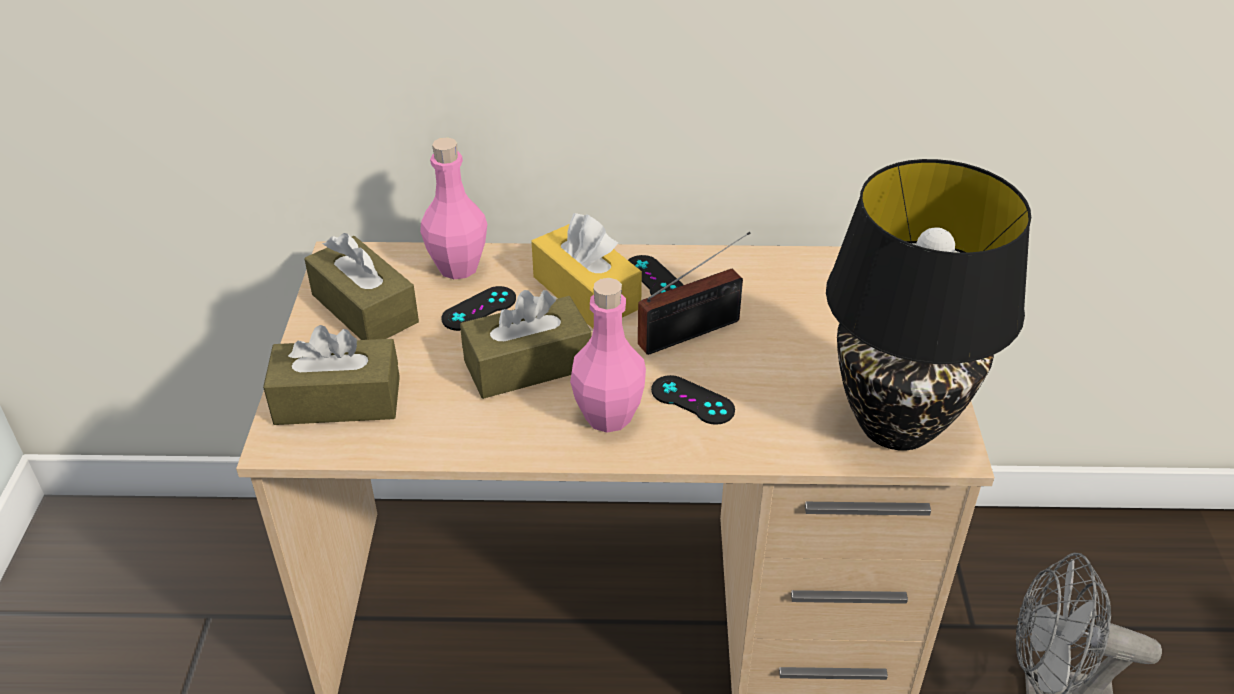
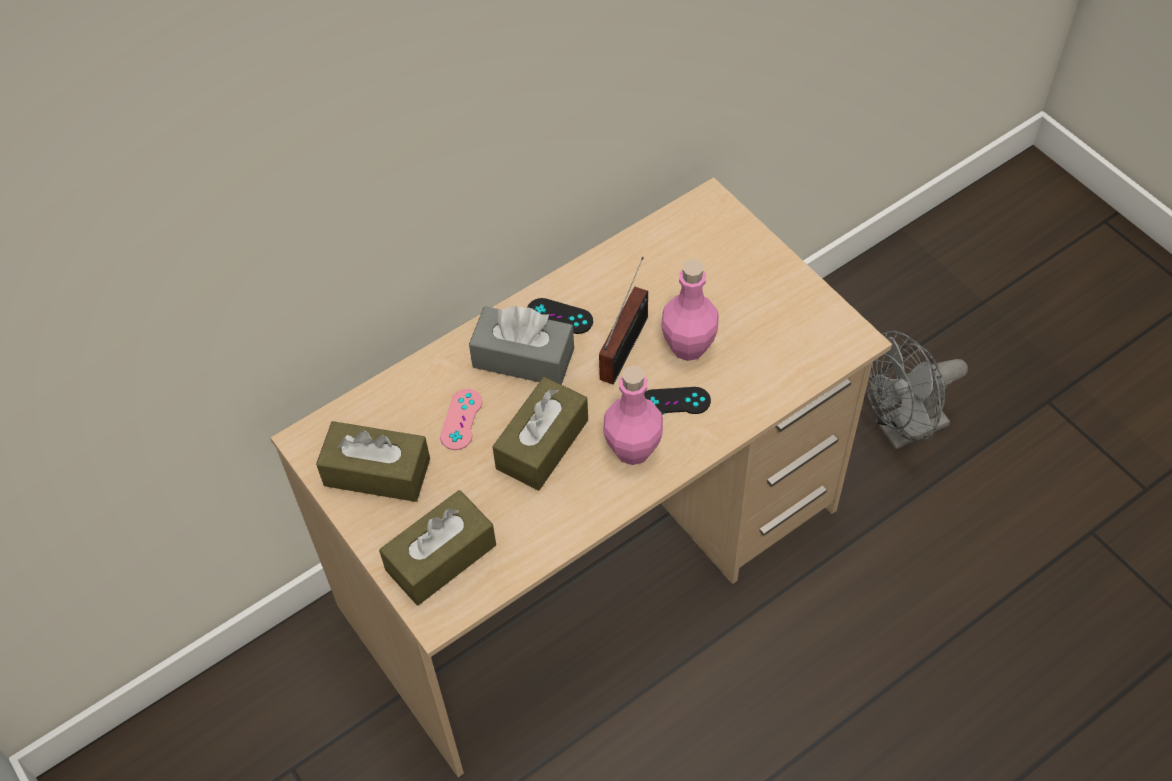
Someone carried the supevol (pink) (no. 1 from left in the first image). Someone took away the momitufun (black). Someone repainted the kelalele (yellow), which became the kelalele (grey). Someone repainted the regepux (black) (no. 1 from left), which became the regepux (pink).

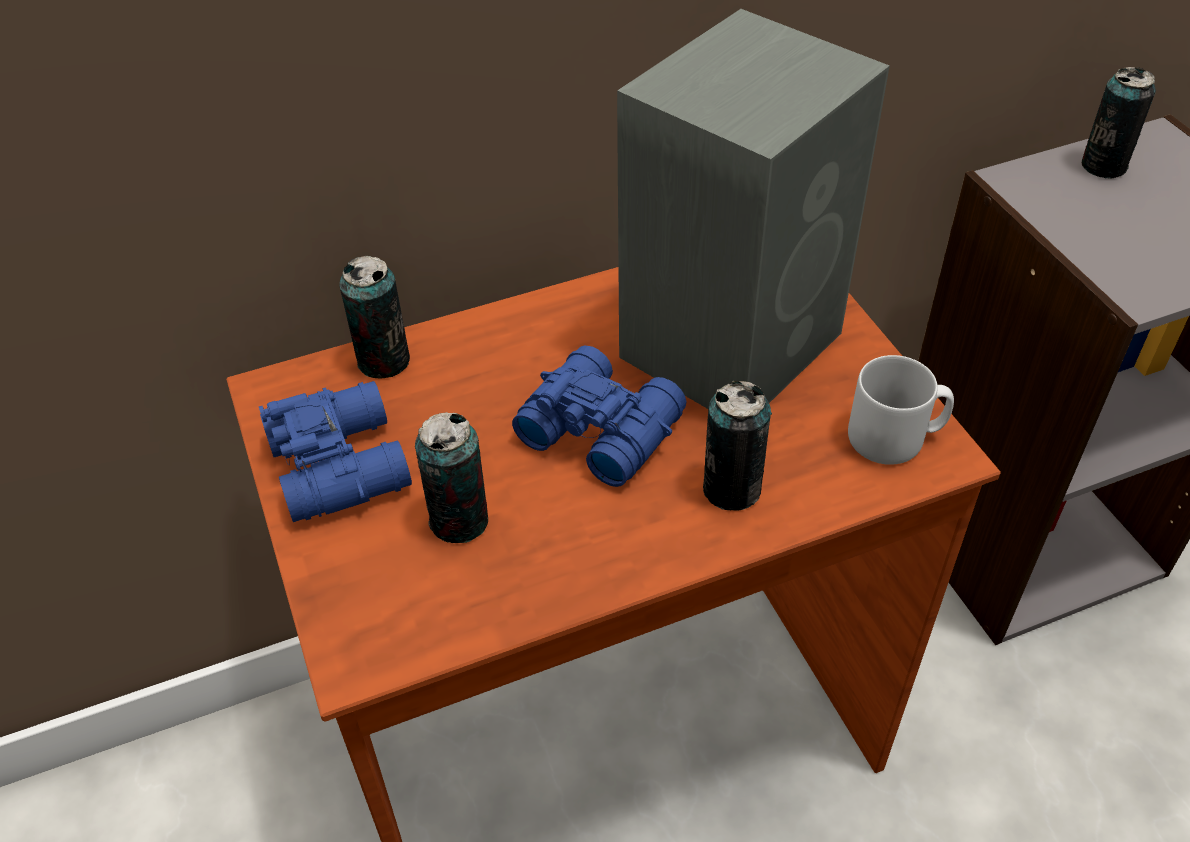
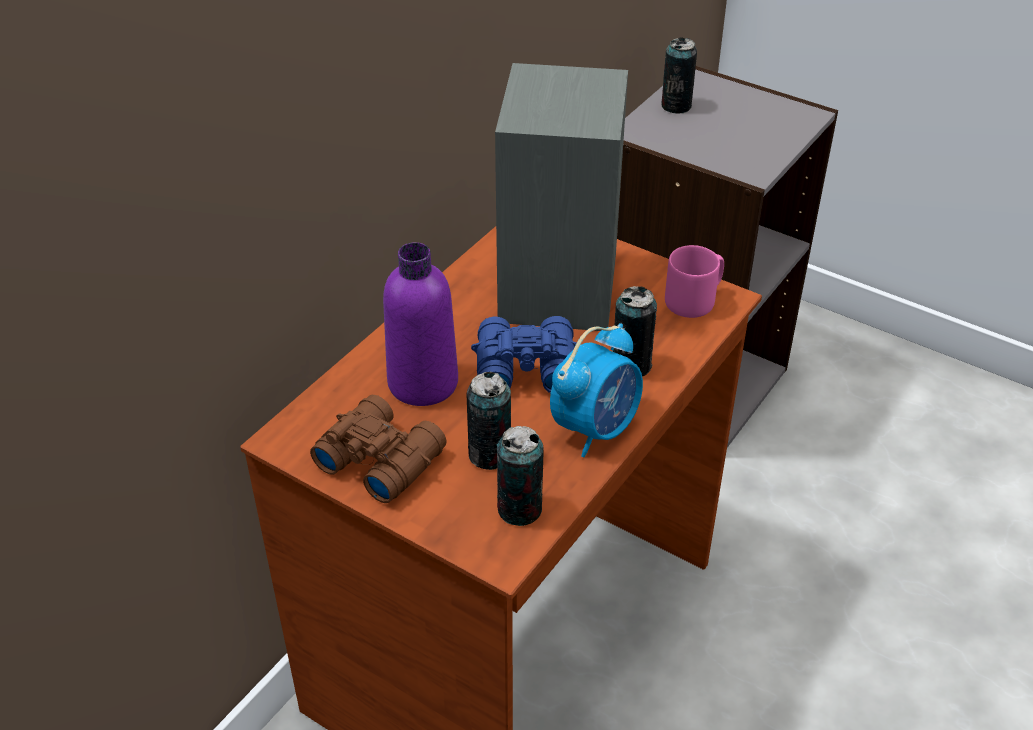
Someone carried the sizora (no. 1 from left in the first image). Someone repainted the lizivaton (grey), which became the lizivaton (pink). Someone repainted the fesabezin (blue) (no. 1 from left), which became the fesabezin (brown). Someone put down the supevol (purple). Someone put down the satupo.

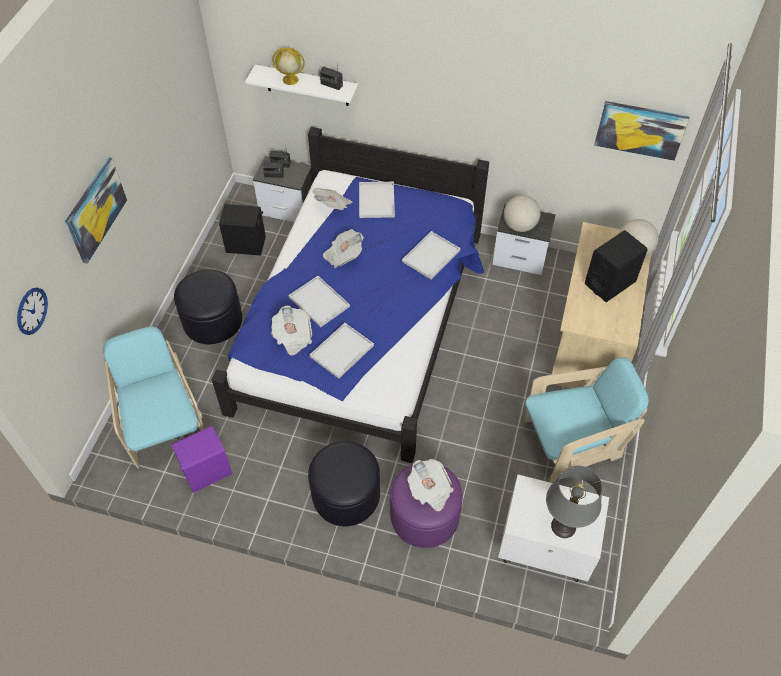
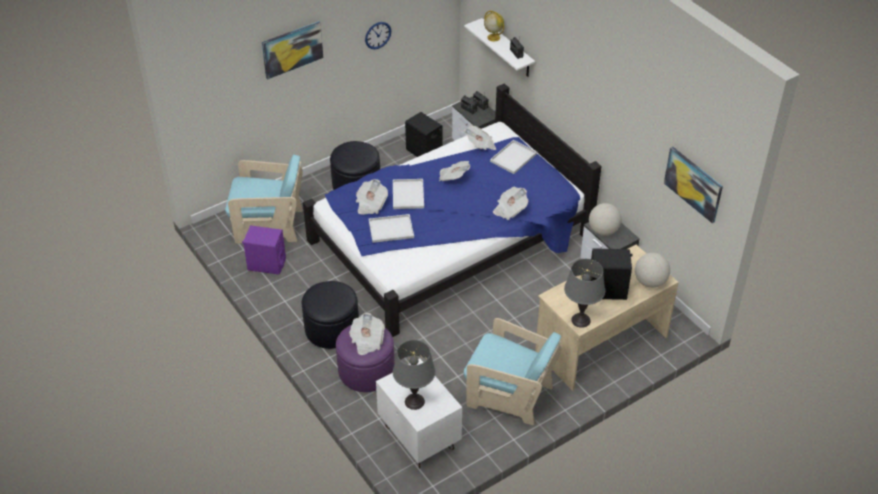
Someone swapped the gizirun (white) (no. 4 from left) for the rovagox (no. 5 from left). Someone carried the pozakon. Someone rotated the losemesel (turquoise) (no. 1 from left) by 75 degrees clockwise. Someone put down the momitufun (grey) (no. 2 from left).

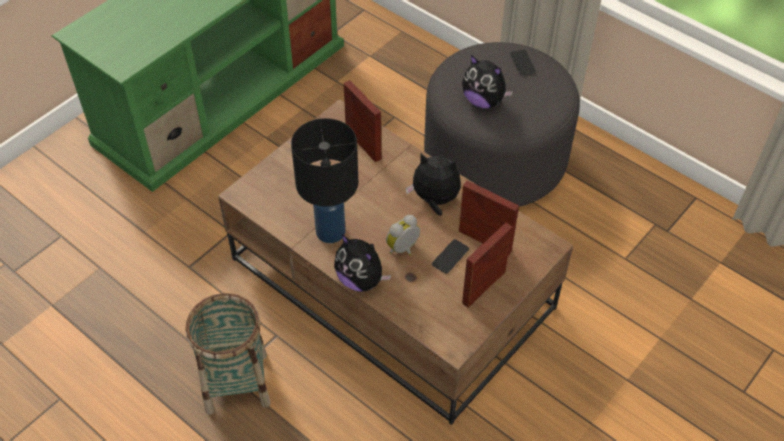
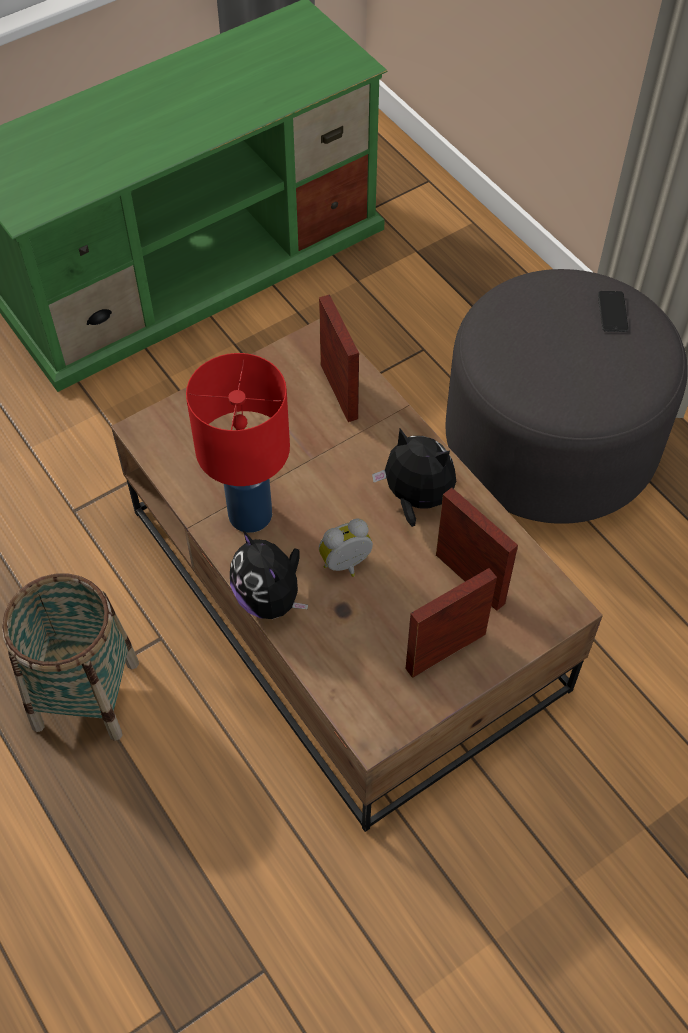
Someone took away the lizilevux (no. 3 from left). Someone repainted the momitufun (black), which became the momitufun (red). Someone took away the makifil (no. 1 from left).

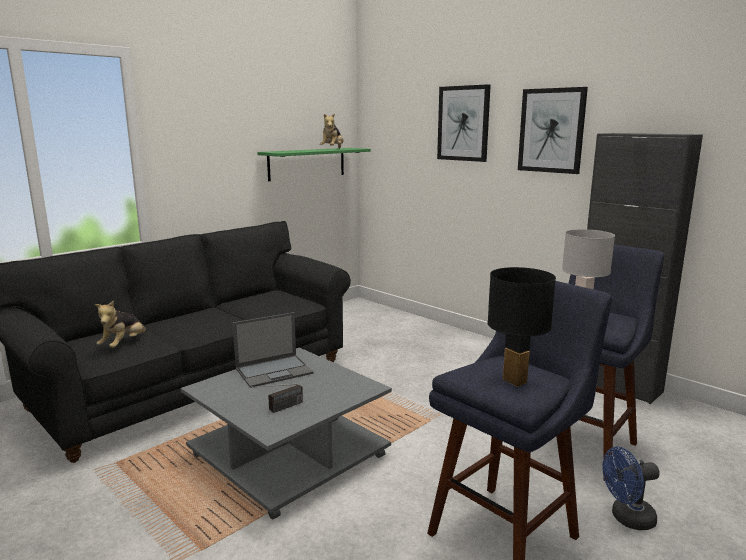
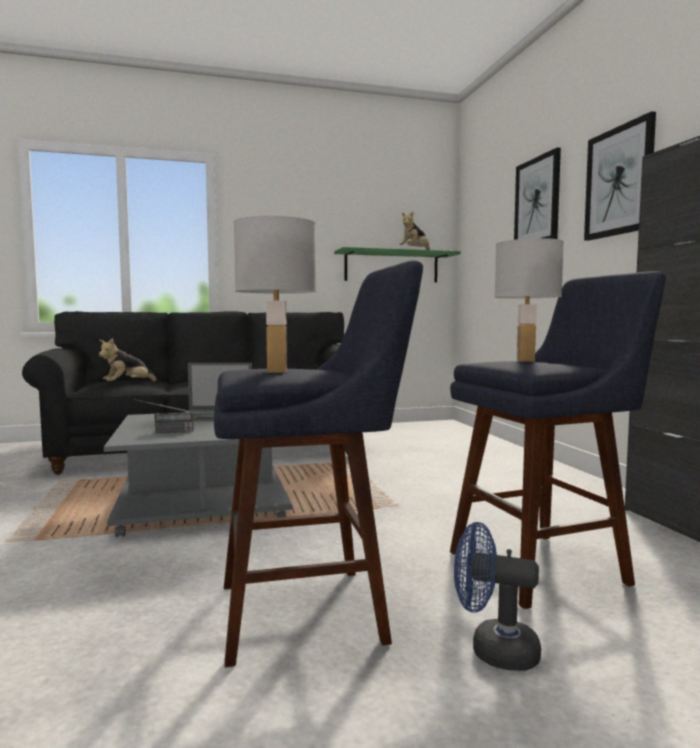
Someone repainted the momitufun (black), which became the momitufun (white) (no. 1 from left).

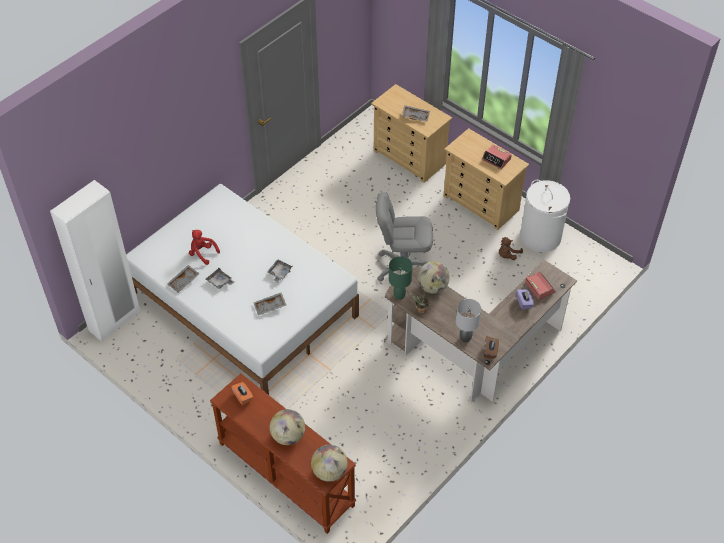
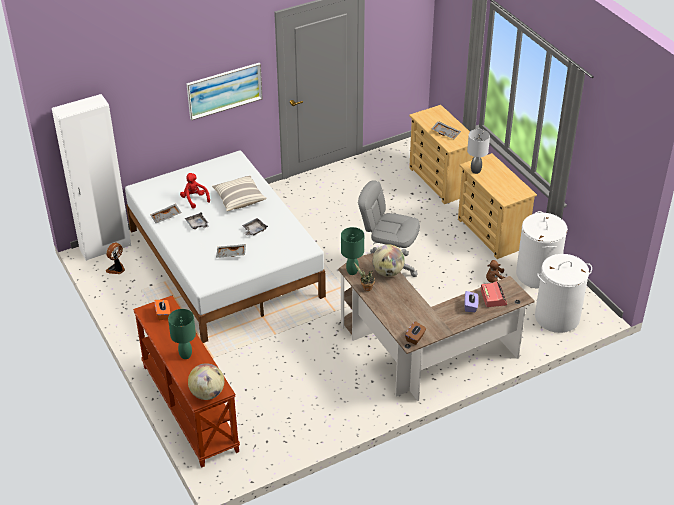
Someone took away the satupo (no. 1 from left). Someone carried the momitufun (grey). Someone swapped the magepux (no. 1 from left) for the momitufun (green) (no. 1 from left). Someone put up the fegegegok. Someone put down the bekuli. Someone put down the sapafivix. Someone put down the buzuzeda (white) (no. 2 from left).

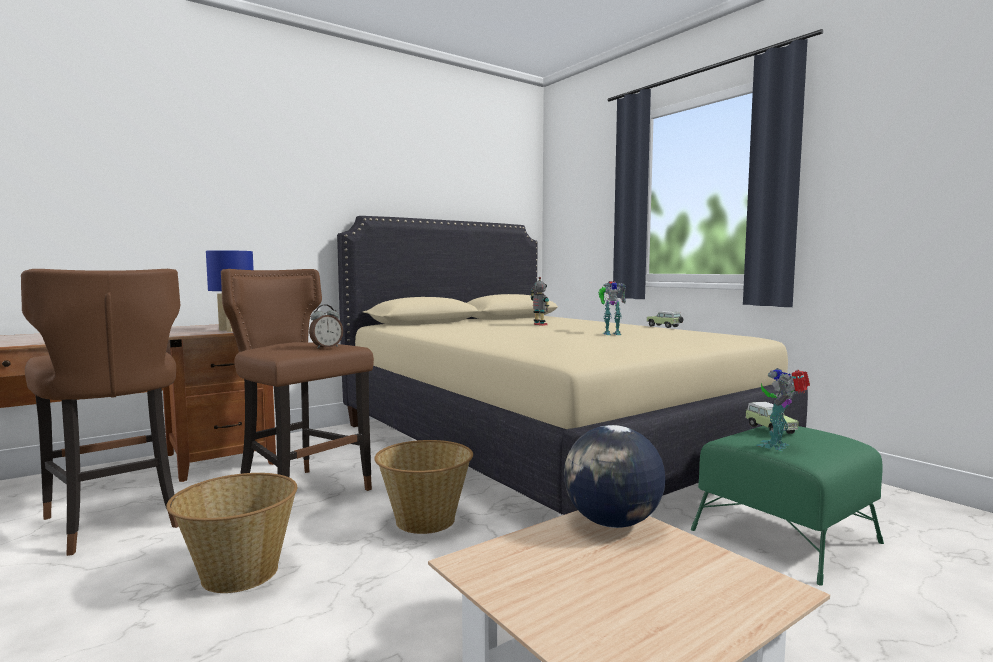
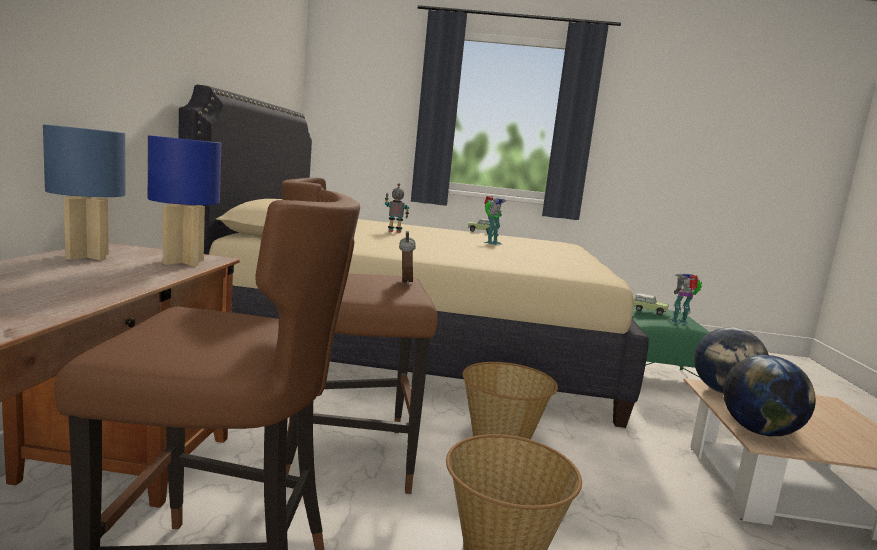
Someone rotated the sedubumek (no. 3 from left) by 90 degrees clockwise. Someone put down the momitufun (blue) (no. 1 from left). Someone put down the magepux (no. 2 from left).

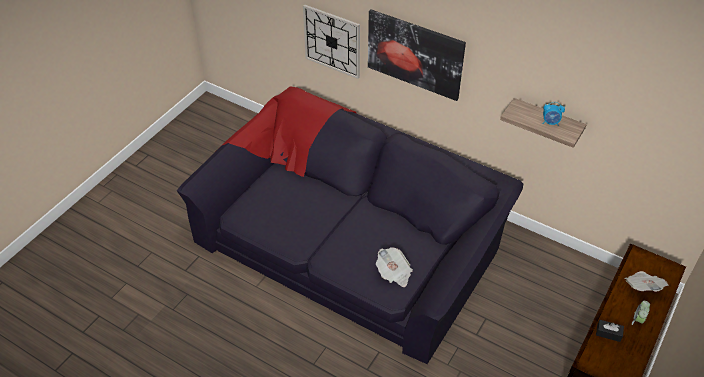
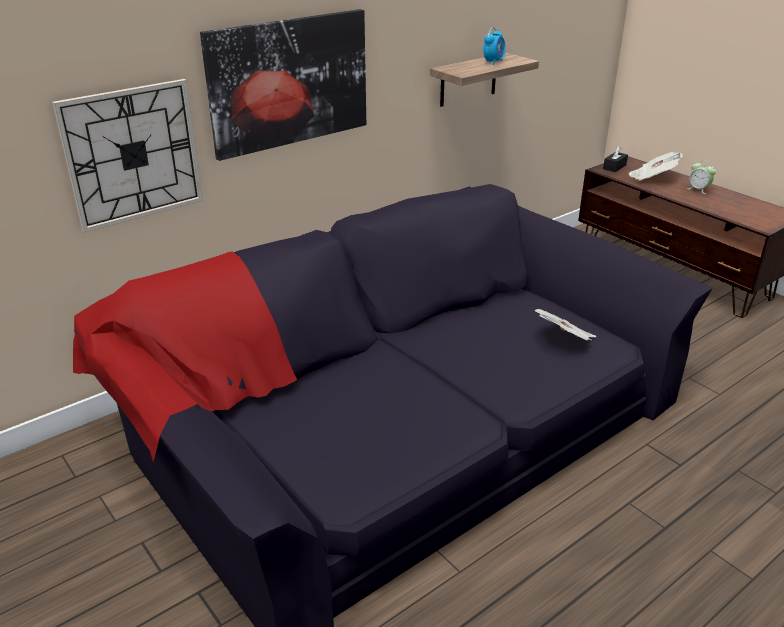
Someone carried the kelalele (black).

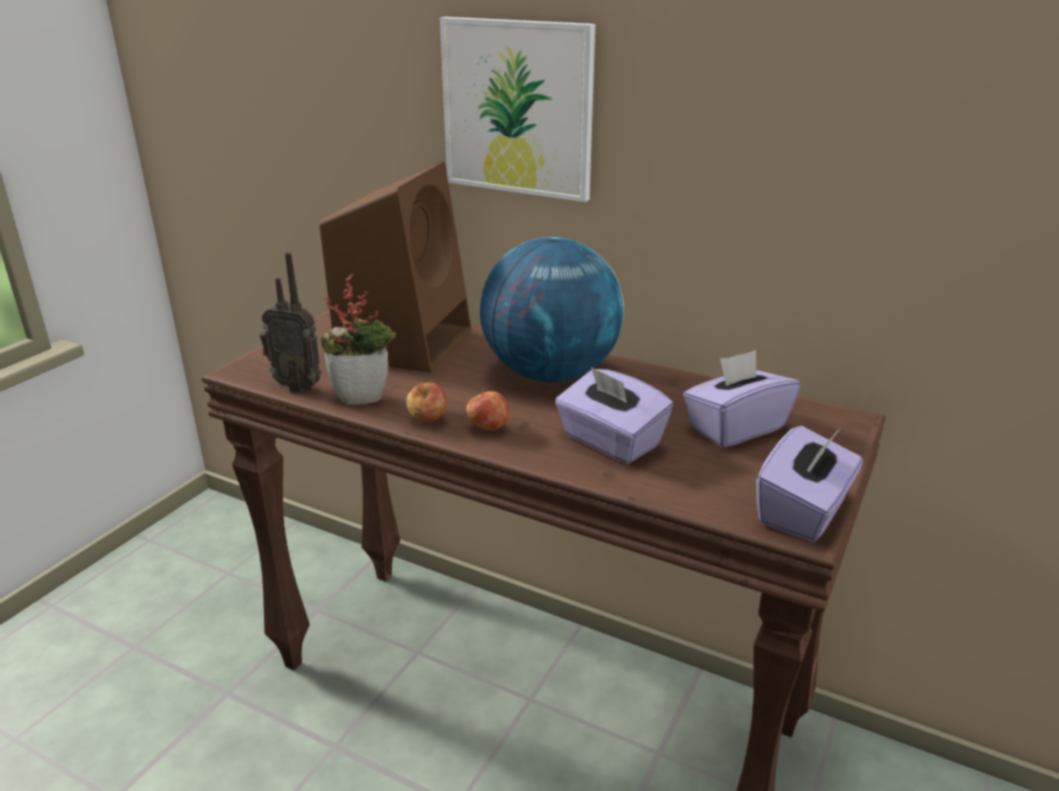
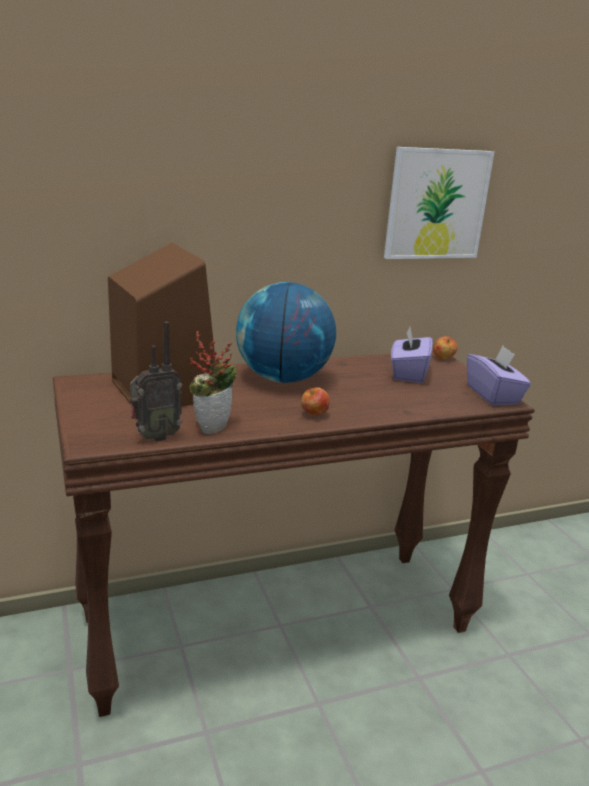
Someone carried the fegegegok. Someone took away the kelalele (purple) (no. 1 from left). Someone carried the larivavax (no. 1 from left in the first image).

